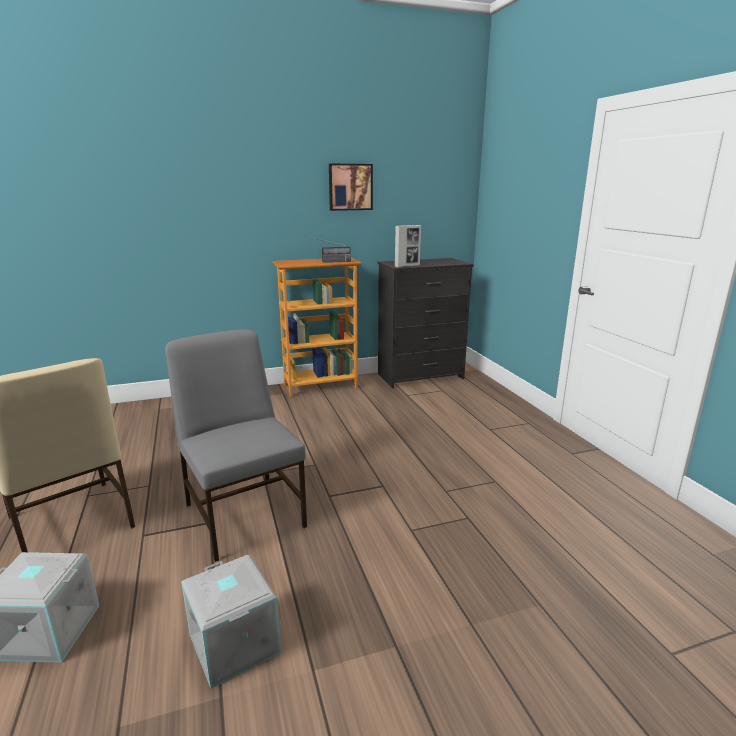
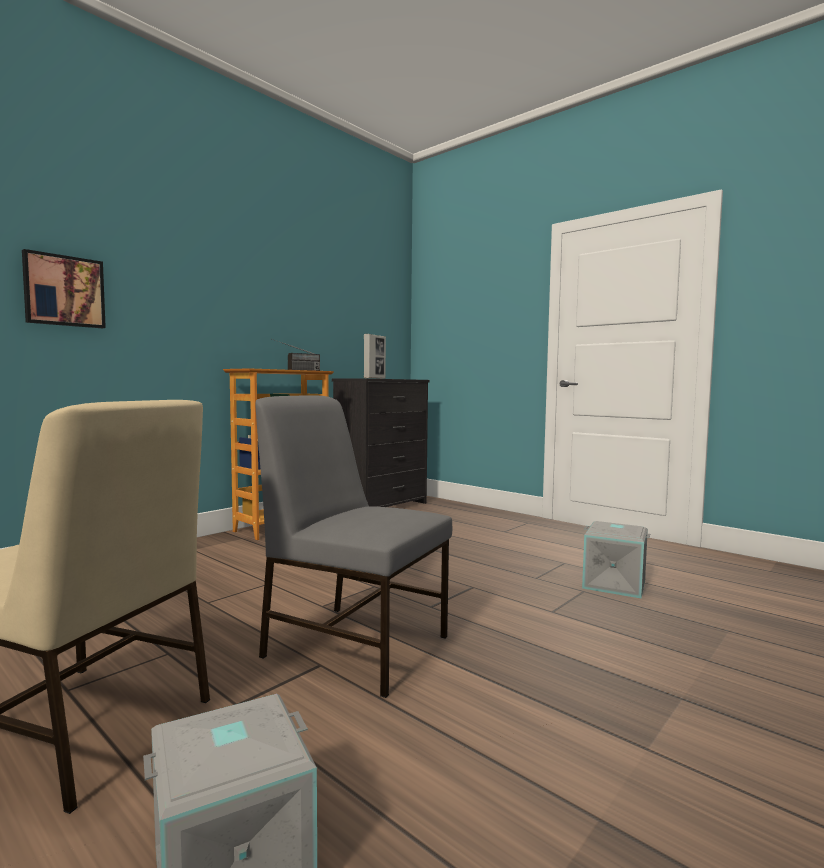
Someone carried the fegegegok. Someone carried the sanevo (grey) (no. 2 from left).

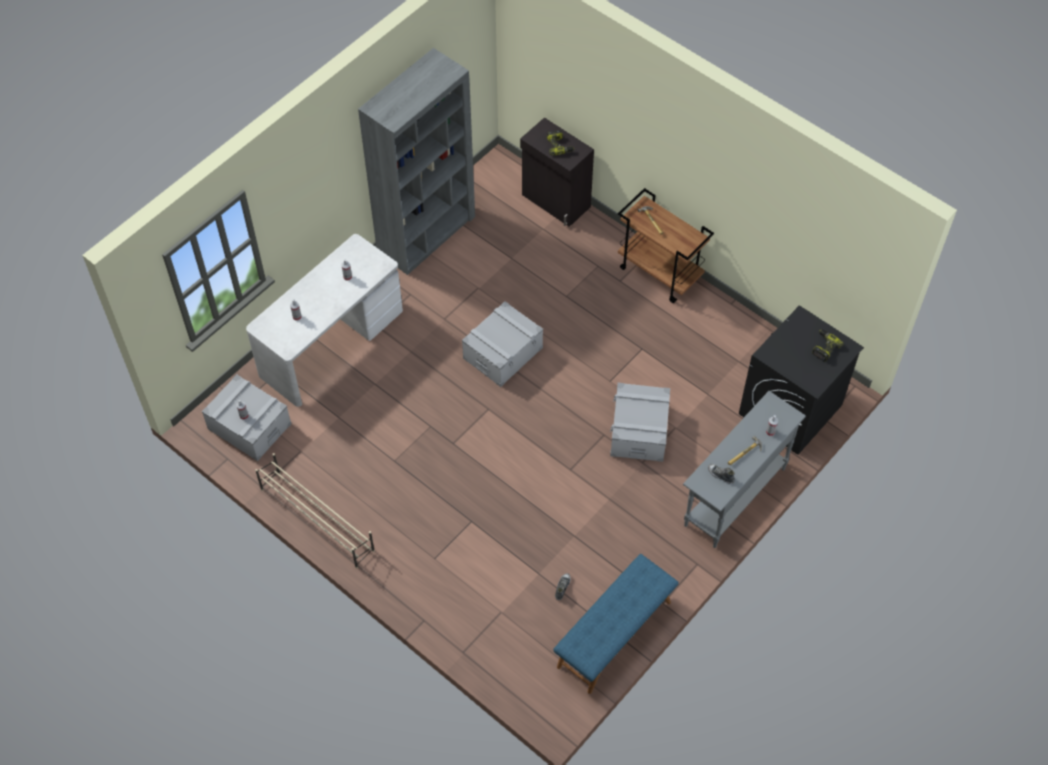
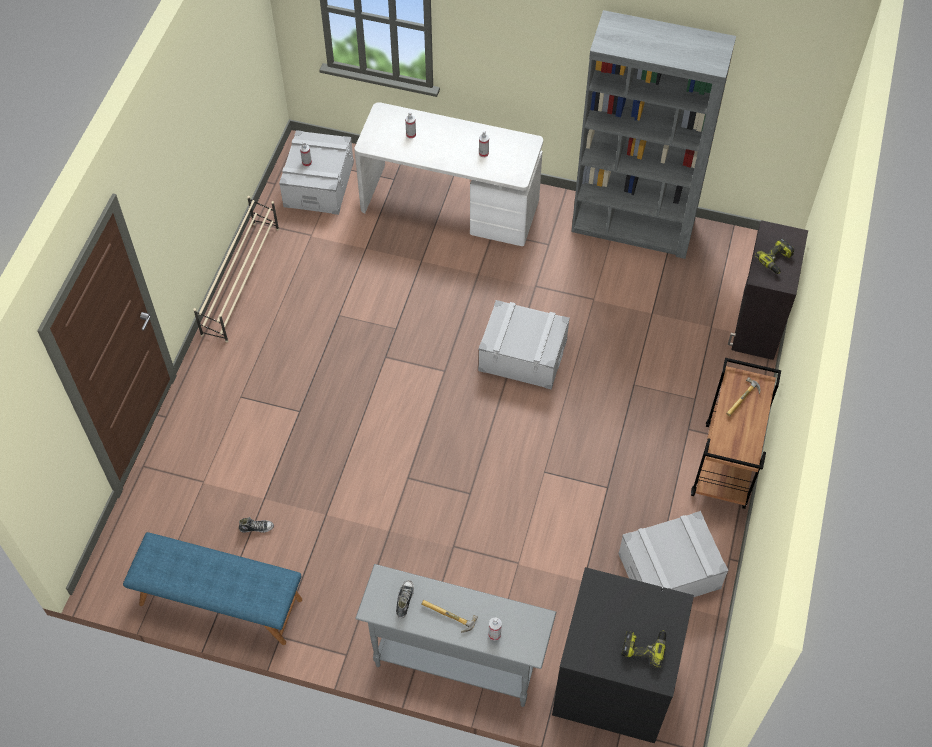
Someone carried the sanevo (grey) (no. 3 from left).

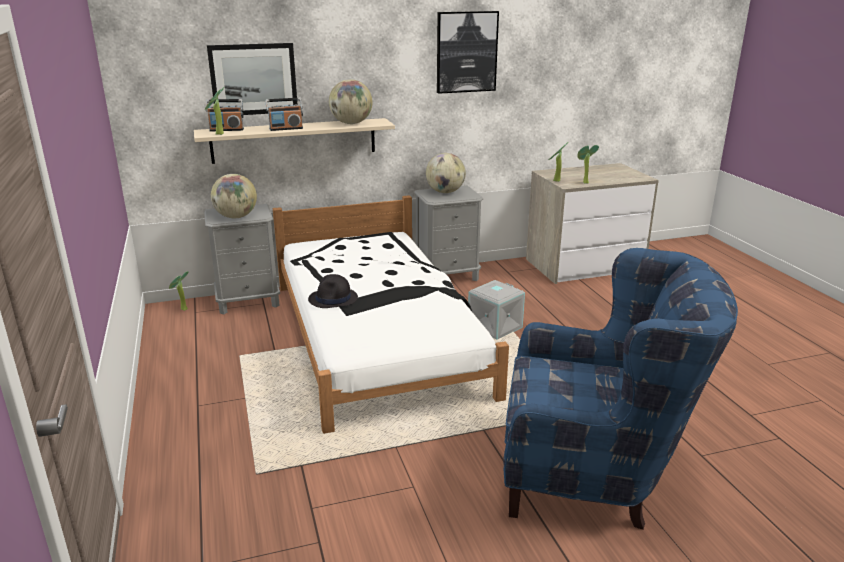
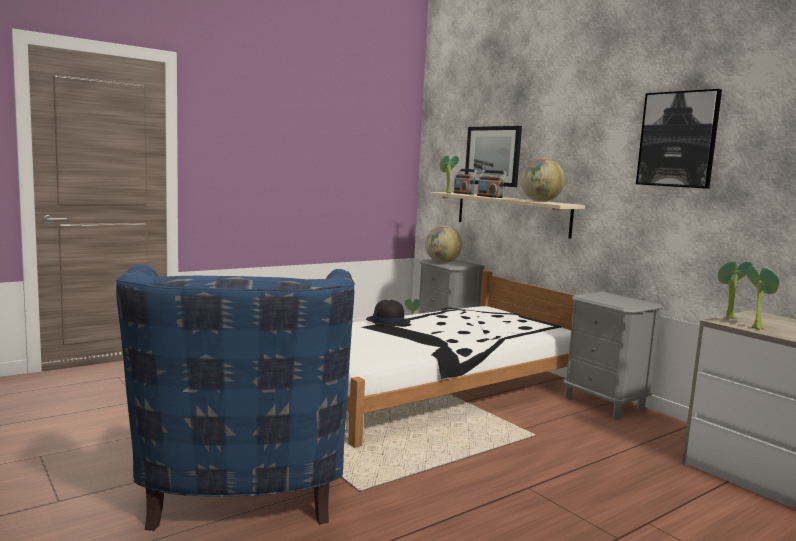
Someone took away the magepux (no. 3 from left). Someone took away the sanevo (grey).

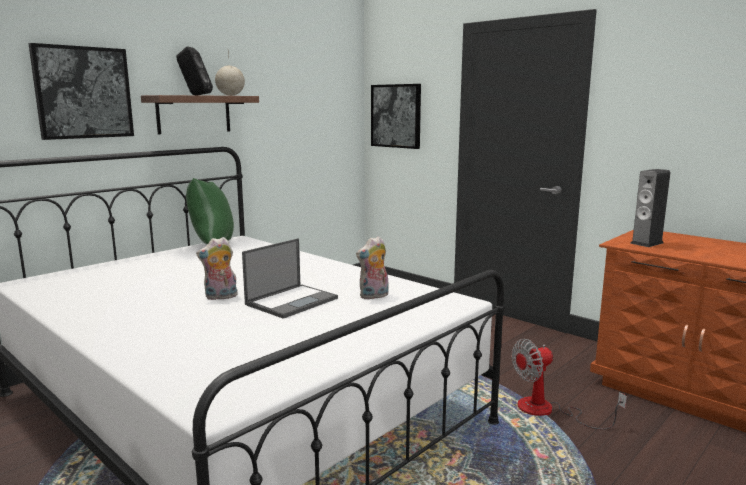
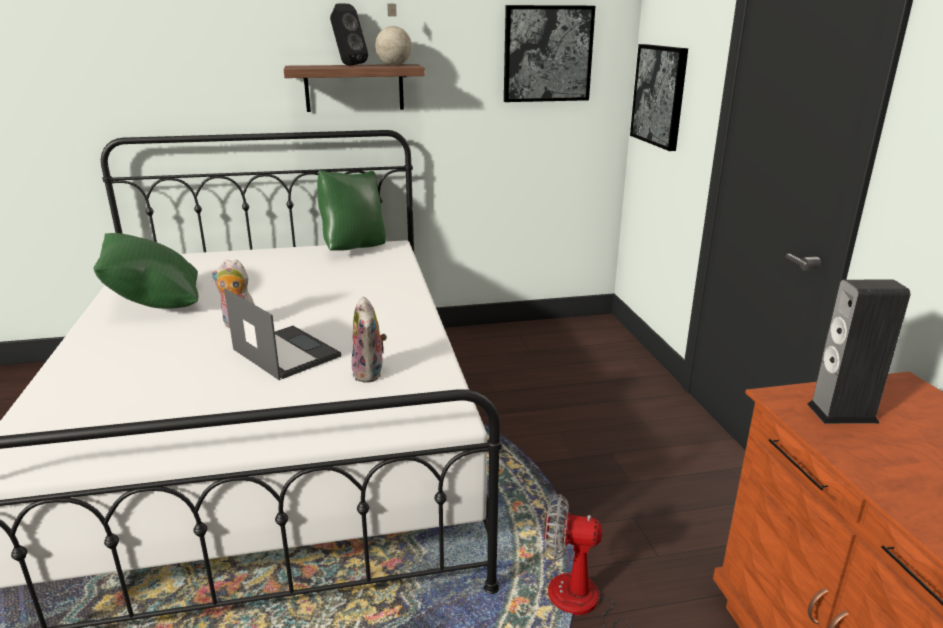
Someone carried the fegegegok (no. 1 from left). Someone rotated the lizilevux (no. 2 from left) by 105 degrees counterclockwise. Someone rotated the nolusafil by 120 degrees counterclockwise. Someone put down the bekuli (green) (no. 1 from left).

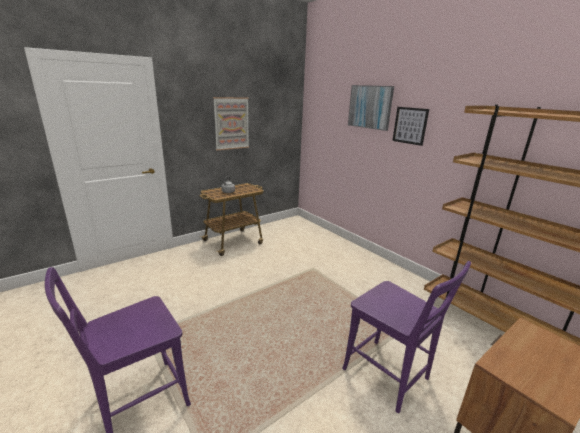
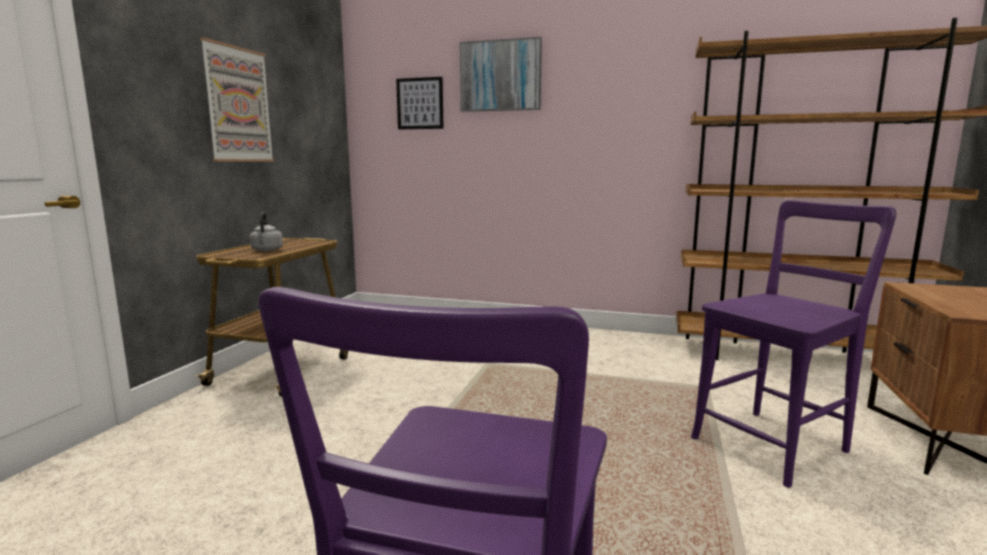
Someone carried the fegegegok (no. 3 from left in the first image). Someone rotated the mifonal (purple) (no. 2 from left) by 45 degrees counterclockwise.

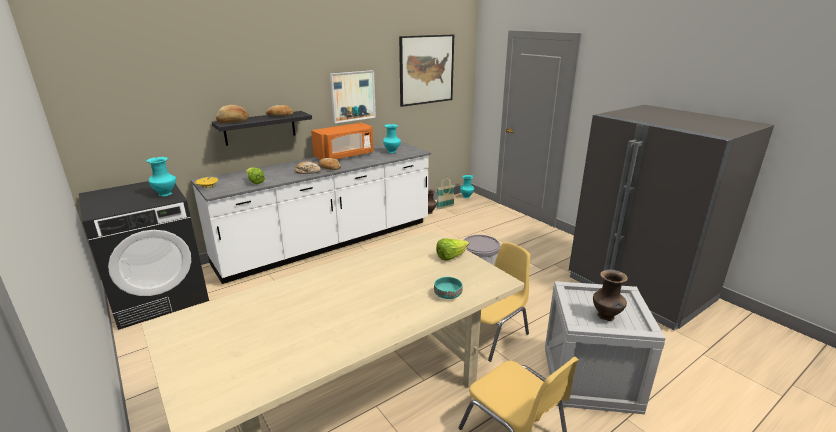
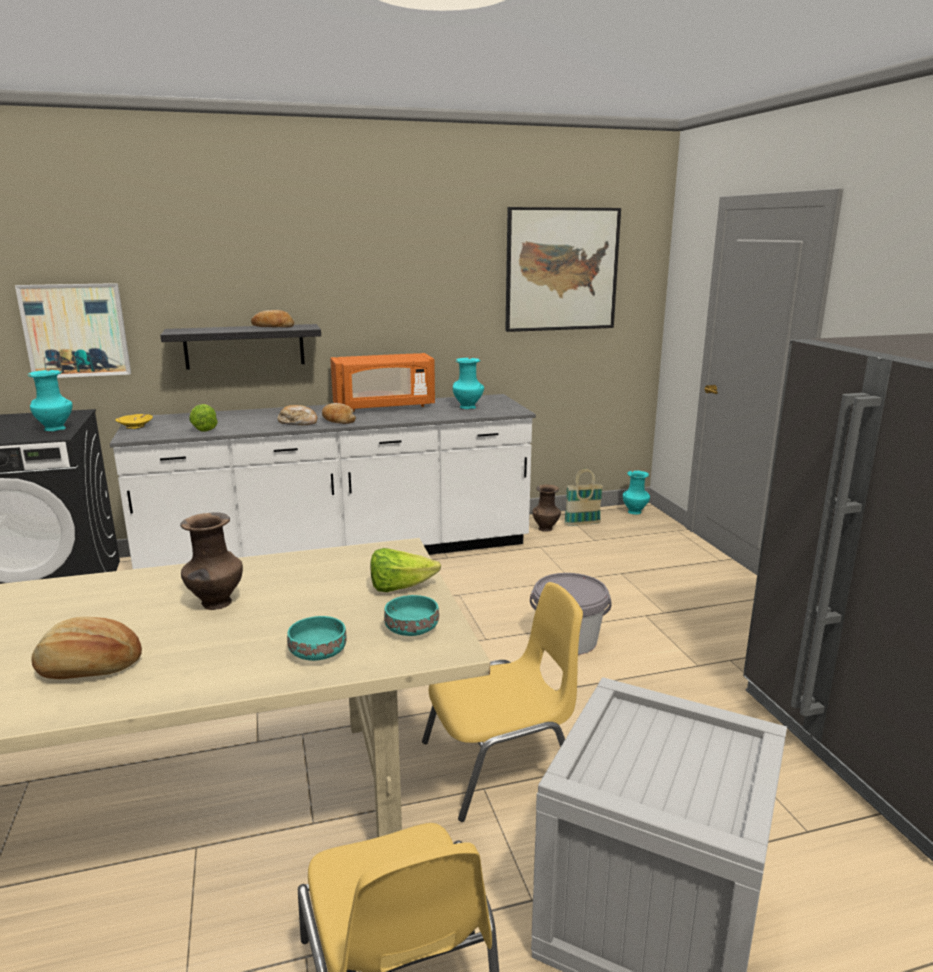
Someone carried the fegegegok (no. 1 from left). Someone carried the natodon (no. 1 from left). Someone carried the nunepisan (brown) (no. 2 from left in the first image). Someone put down the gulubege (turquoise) (no. 2 from left).

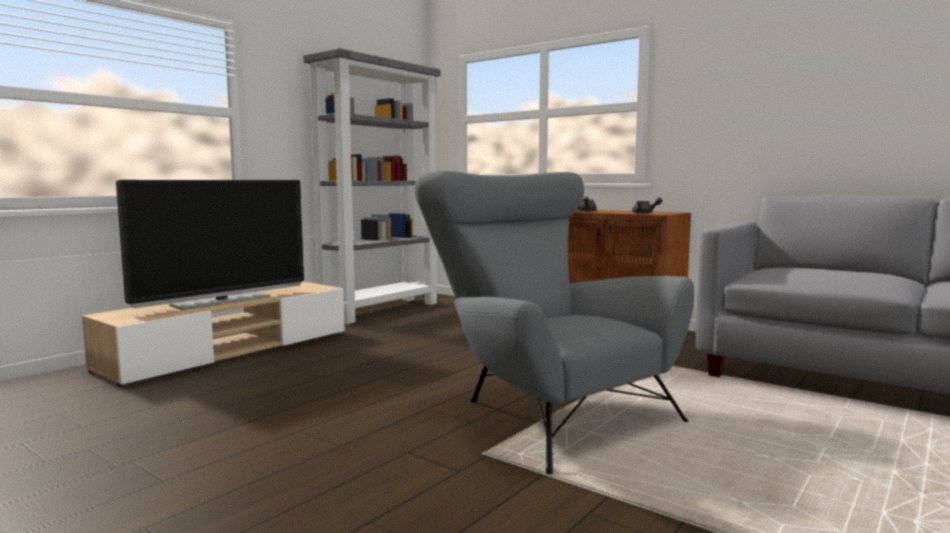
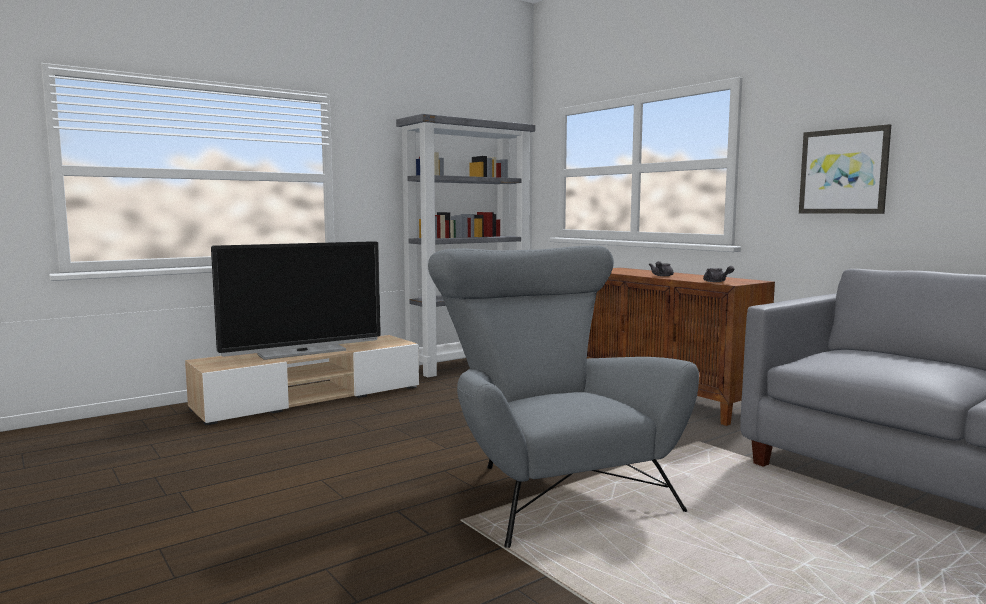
Someone put up the fegegegok.

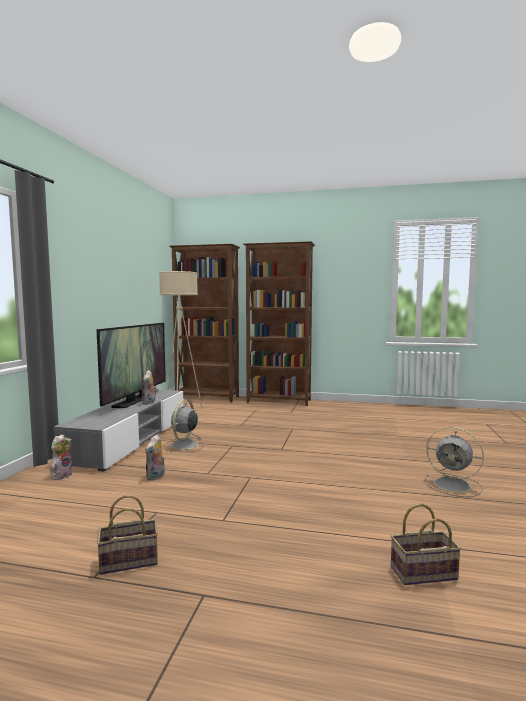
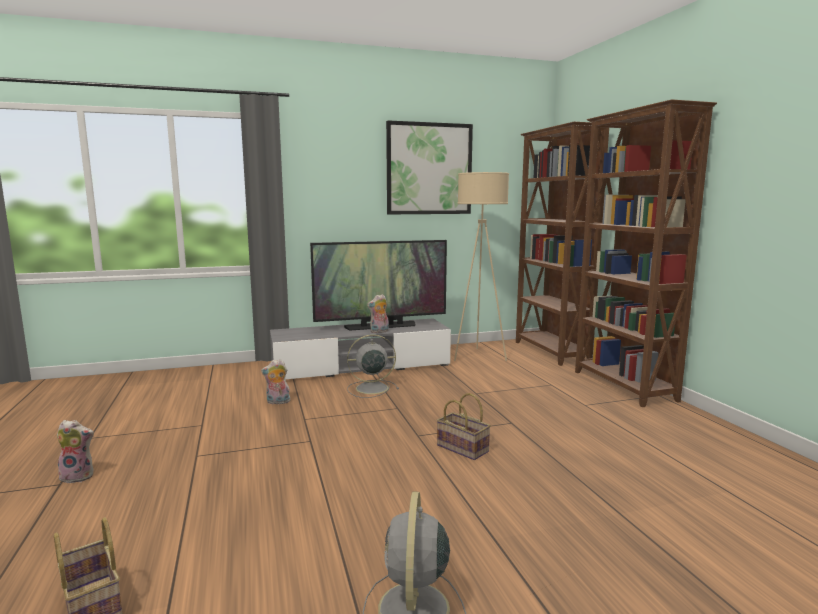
Someone carried the lizilevux (no. 1 from left). Someone carried the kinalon (no. 1 from left in the first image). Someone put up the fegegegok.

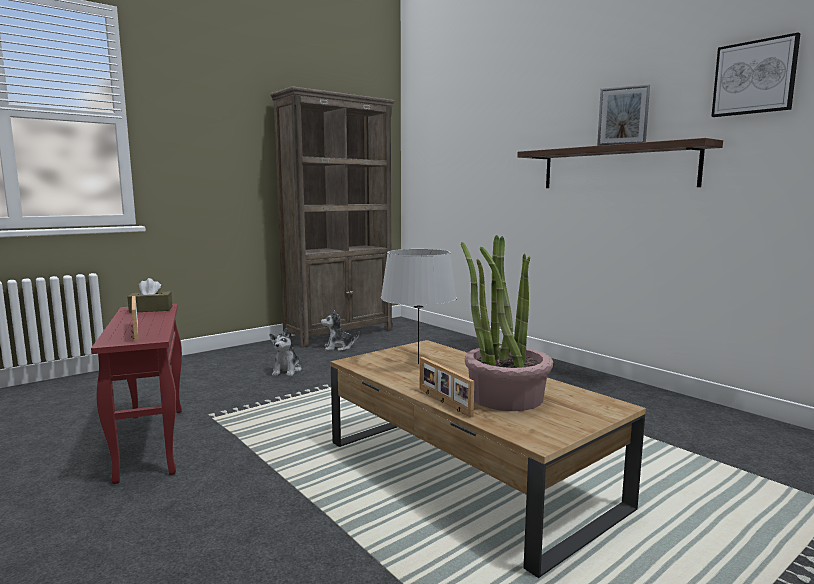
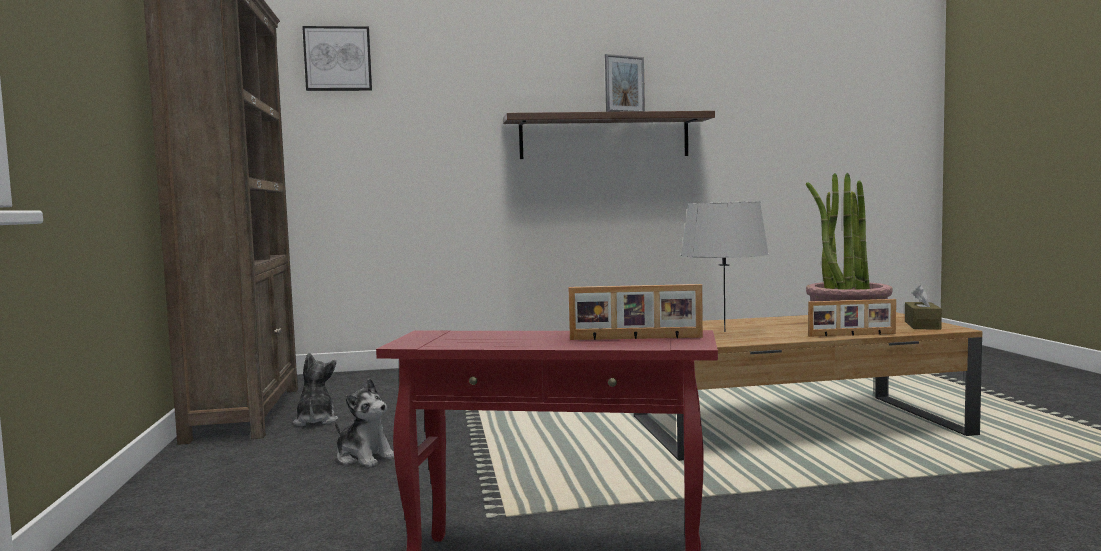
Someone carried the fegegegok. Someone carried the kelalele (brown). Someone rotated the lizilevux (no. 2 from left in the first image) by 150 degrees clockwise.

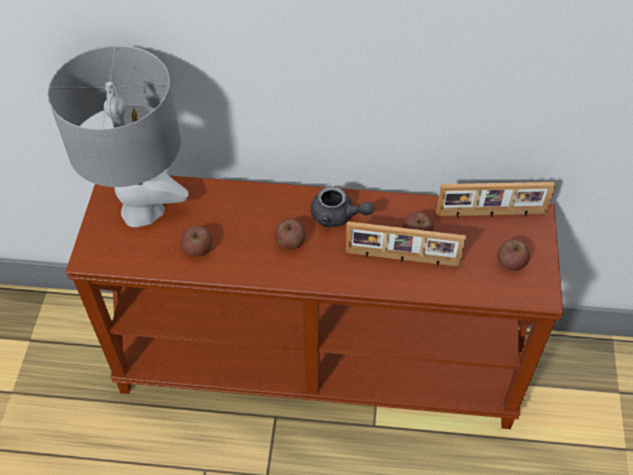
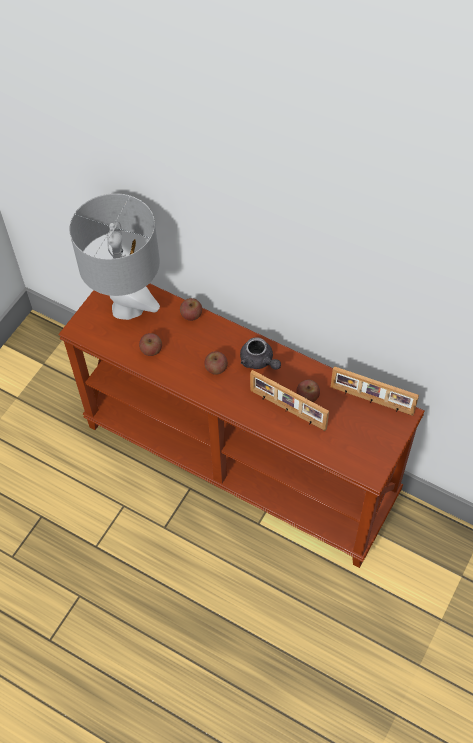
Someone carried the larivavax (no. 4 from left in the first image).

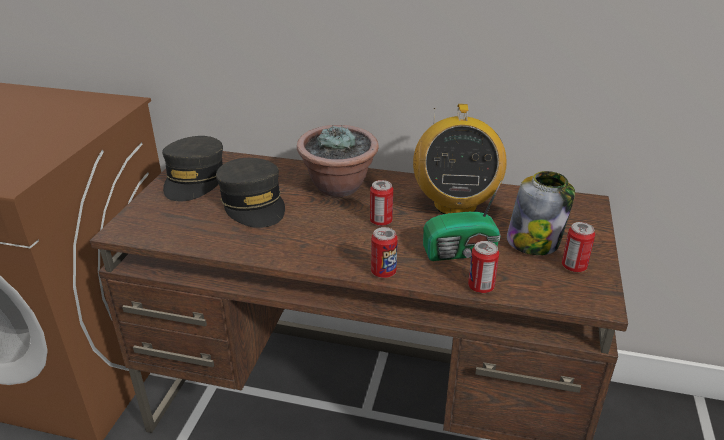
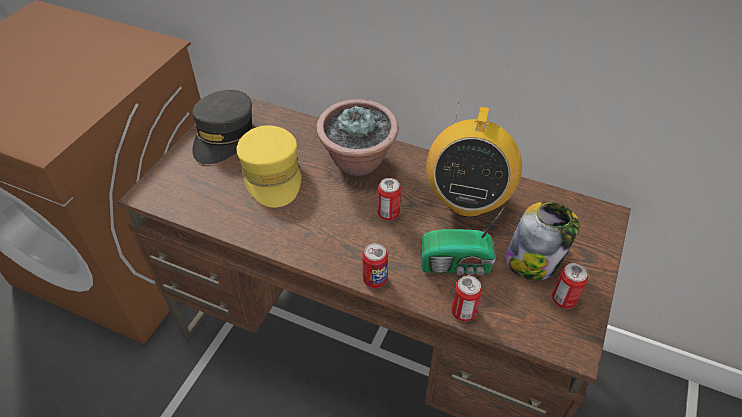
Someone repainted the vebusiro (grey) (no. 2 from left), which became the vebusiro (yellow).

